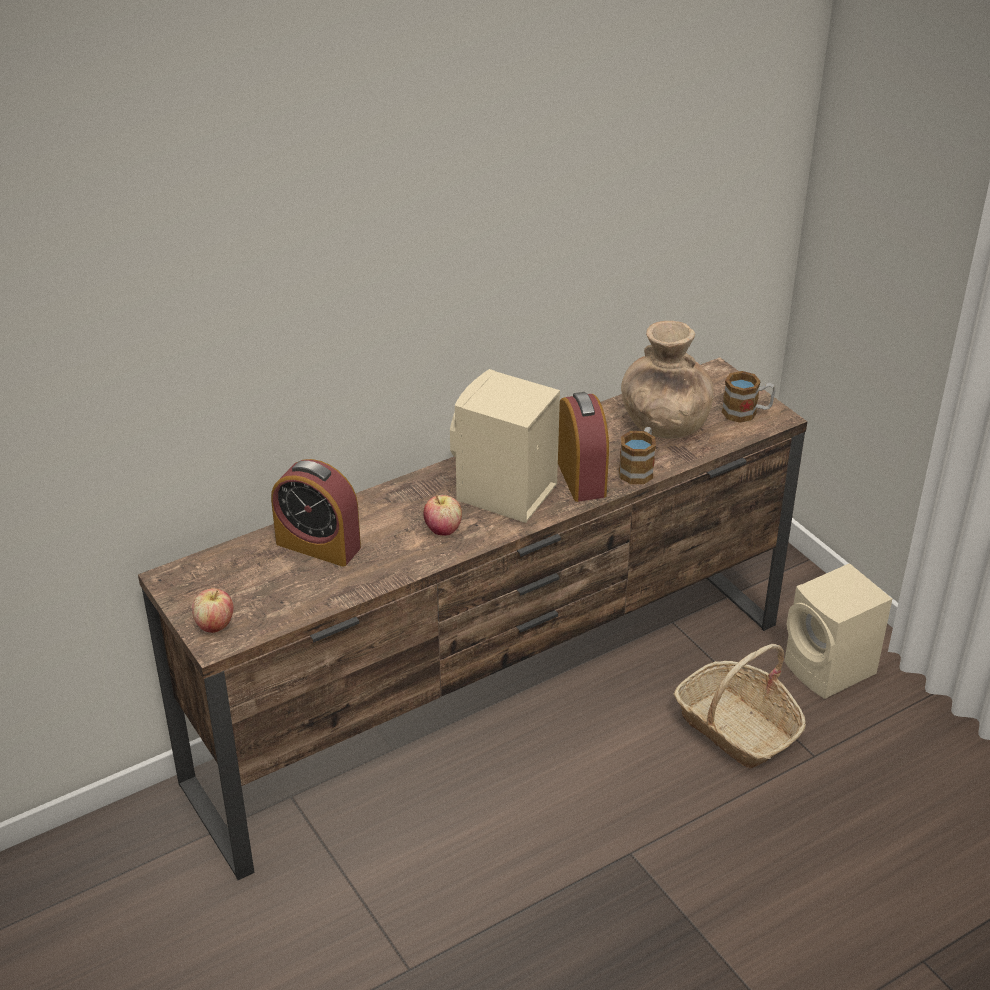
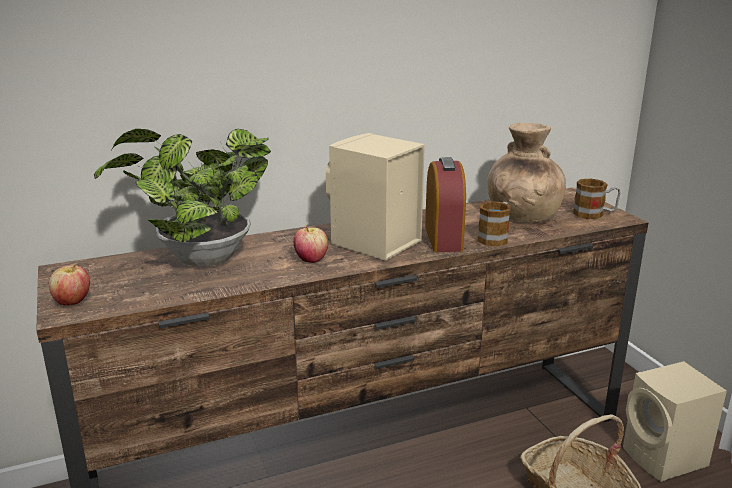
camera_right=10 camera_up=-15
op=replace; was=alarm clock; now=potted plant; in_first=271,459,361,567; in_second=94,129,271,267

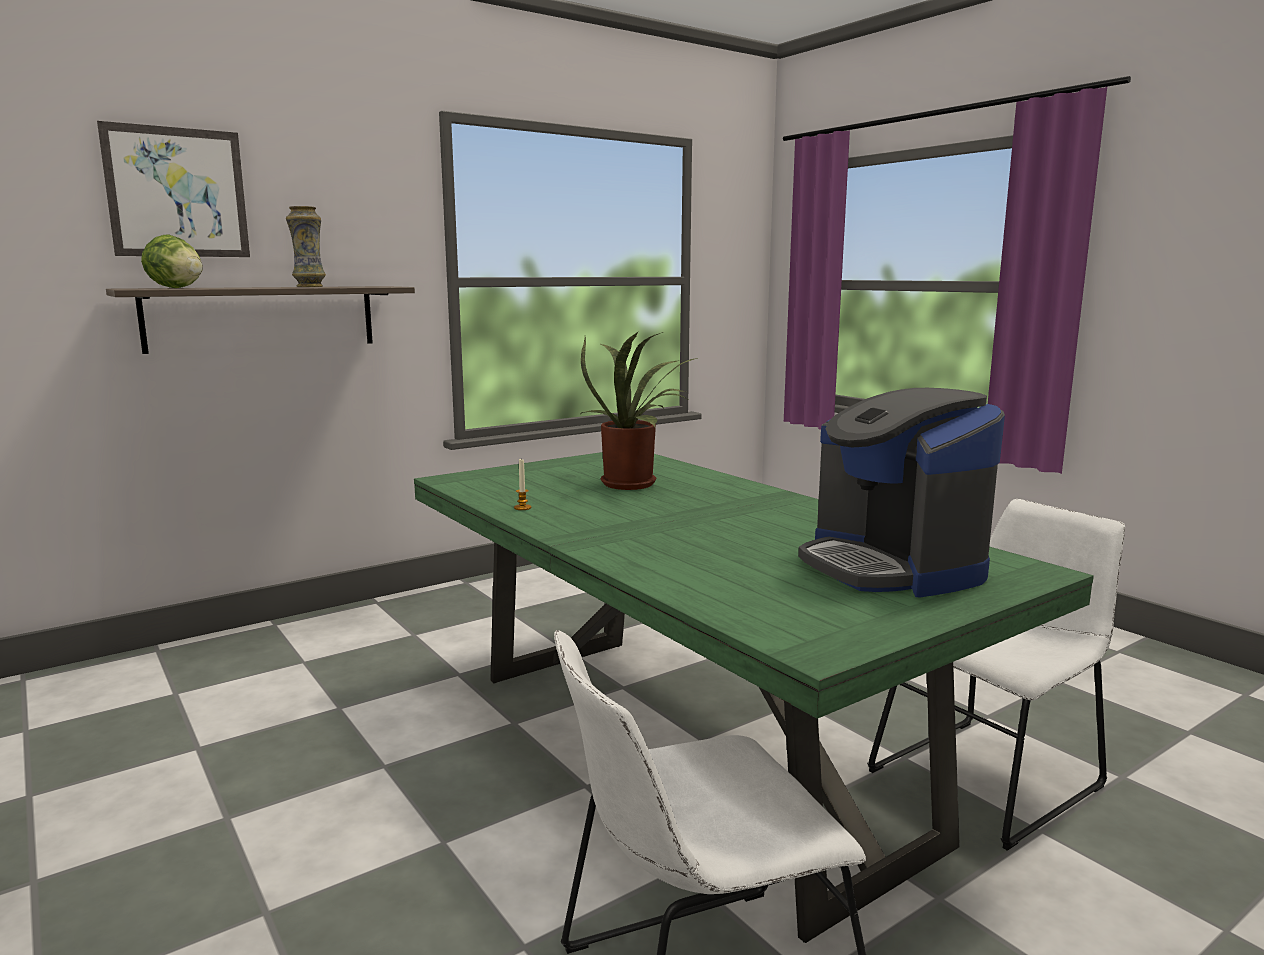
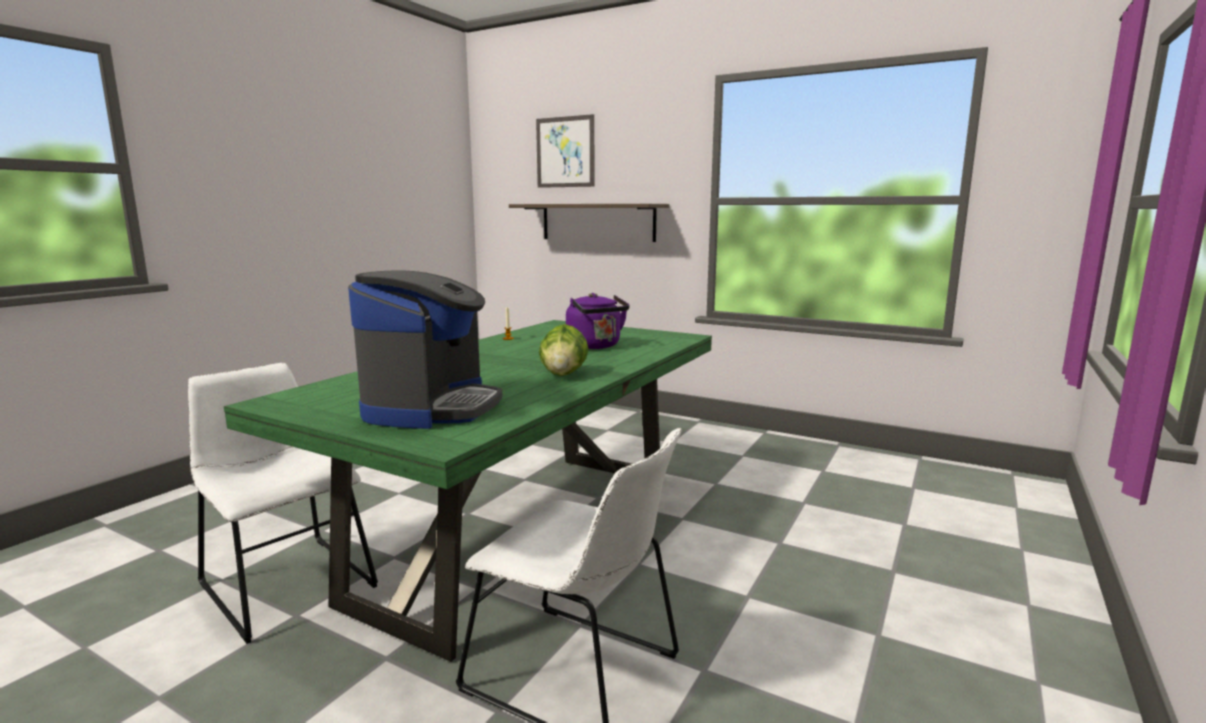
camera_right=65 camera_up=0
op=delete; was=vase; in_first=286,206,326,287
op=move; was=lettuce; in_first=141,234,203,288; in_second=539,324,588,376
op=replace; was=potted plant; now=purple kettle; in_first=581,332,698,490; in_second=566,293,630,349
op=rotate; was=coffee machine; in_first=798,388,1005,598; in_second=348,270,502,429; clockwise=150

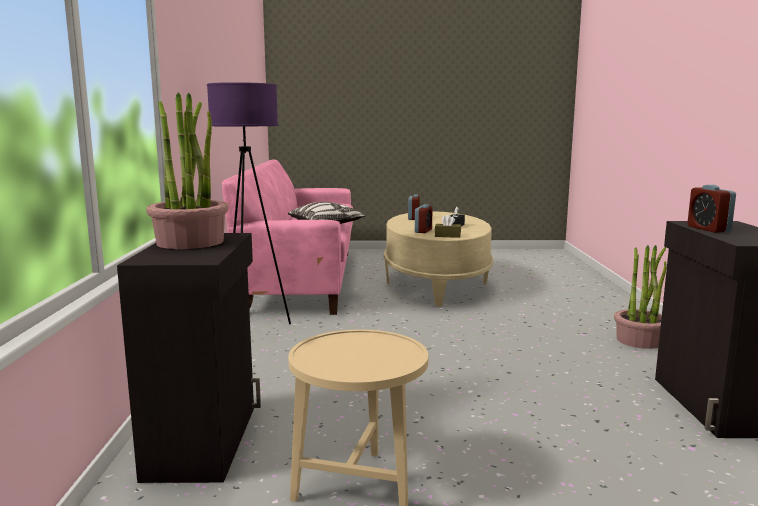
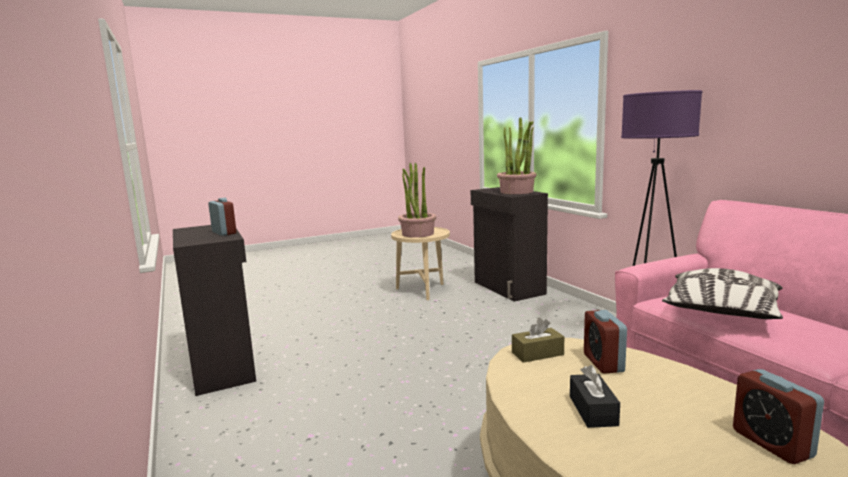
camera_right=155 camera_up=0
op=move; was=potted plant; in_first=614,245,667,349; in_second=398,162,436,238

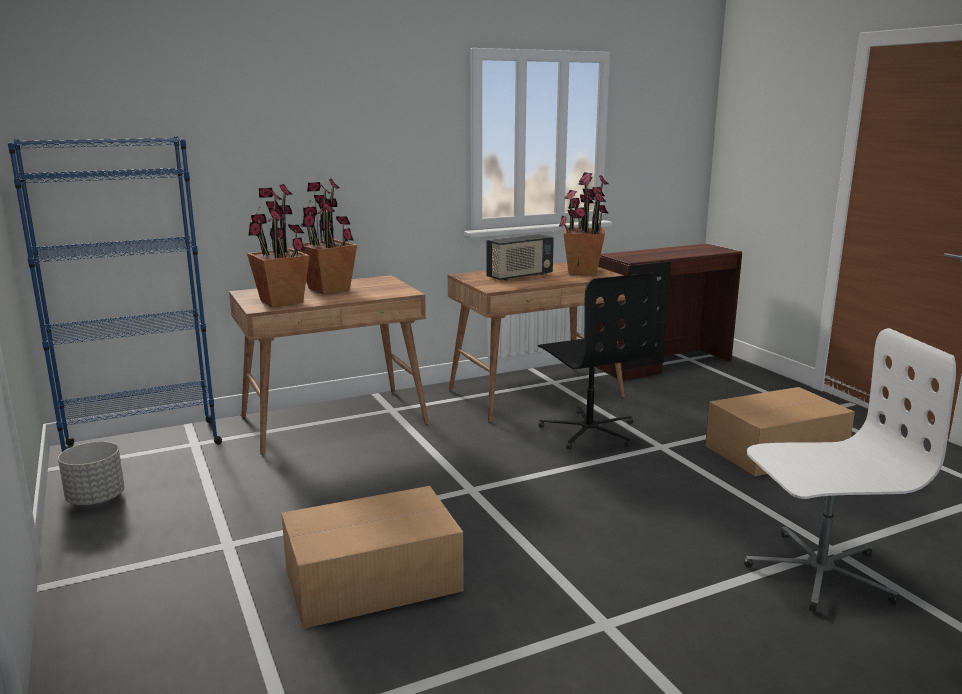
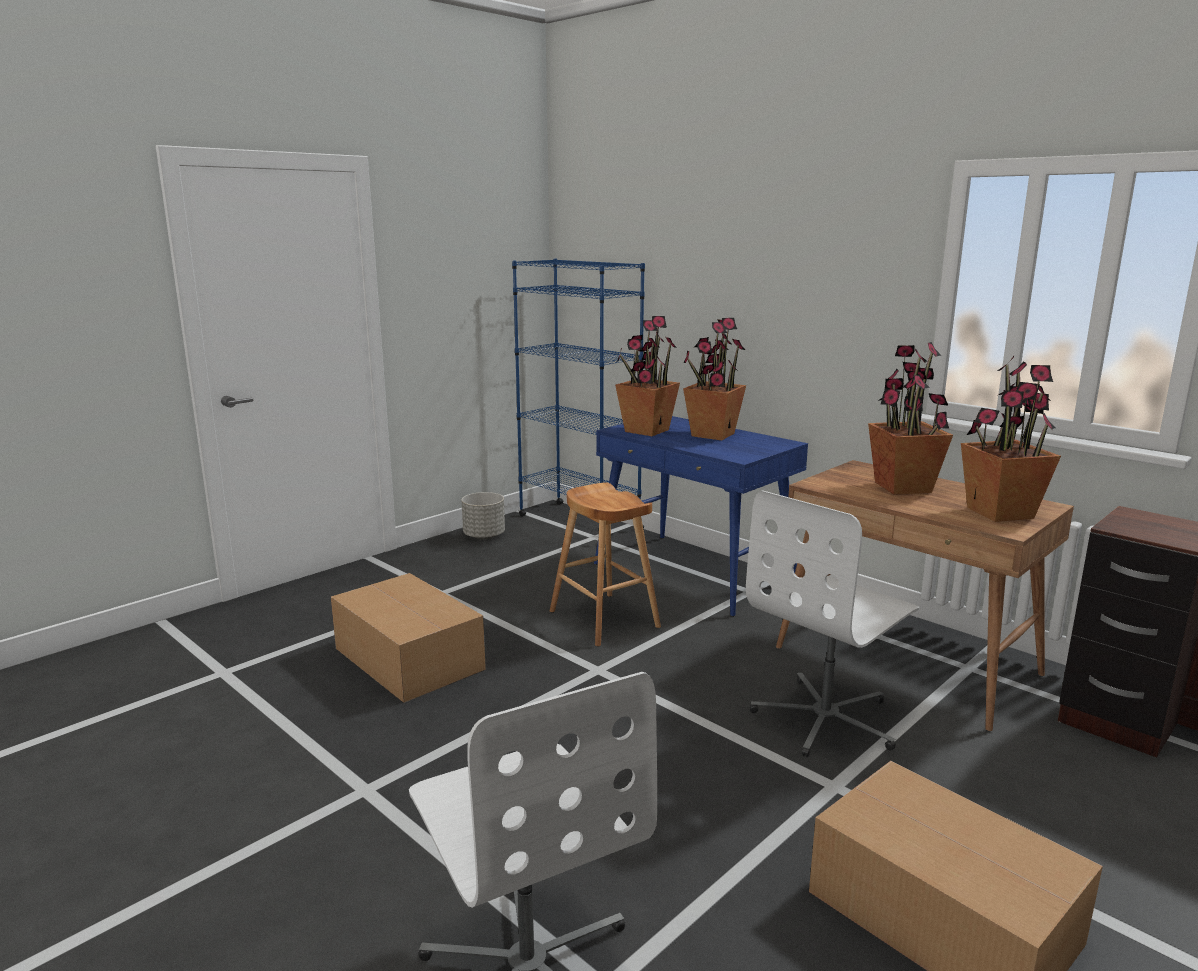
camera_right=70 camera_up=0
op=replace; was=radio; now=potted plant; in_first=486,234,554,281; in_second=868,342,953,495
op=recolor; was=black office chair; now=white office chair; in_first=538,273,658,450; in_second=746,490,919,757
op=recolor; was=brown desk; now=blue desk; in_first=229,275,429,455; in_second=594,416,808,617
op=insert; now=brown stool; in_second=550,483,661,647

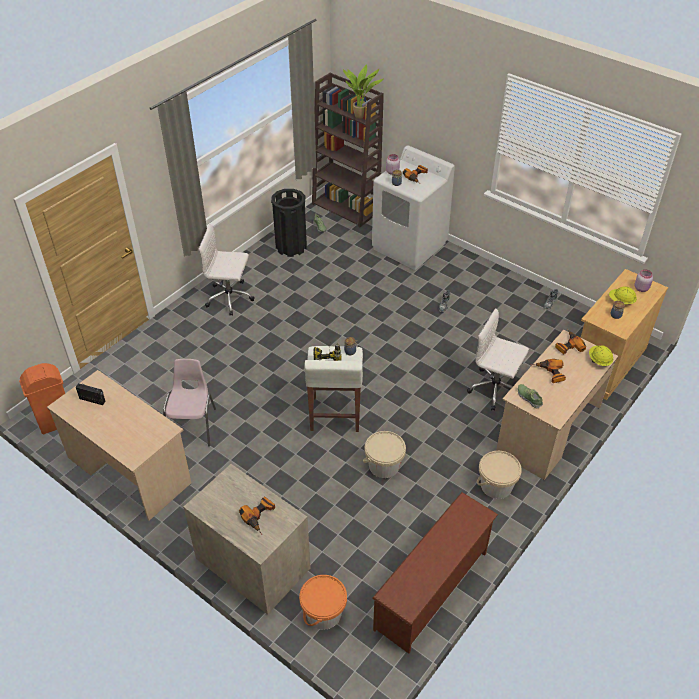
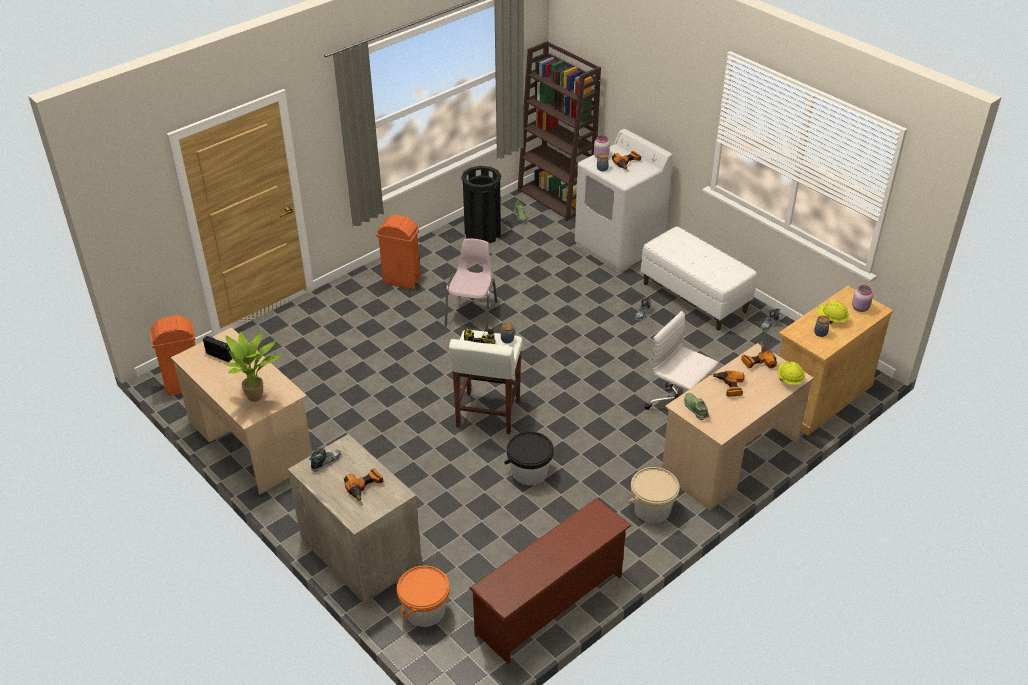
camera_right=10 camera_up=-5
op=move; was=potted plant; in_first=343,64,384,119; in_second=225,331,281,402
op=replace; was=white office chair; now=orange trash can; in_first=199,224,254,316; in_second=376,215,420,289
op=move; was=pink chair; in_first=163,359,216,446; in_second=445,238,497,332
op=recolor; was=beige bucket; now=black bucket; in_first=363,431,406,478; in_second=504,431,554,485
op=insert; now=white bench; in_second=641,226,757,330
op=insert; now=shoe; in_second=309,447,341,472

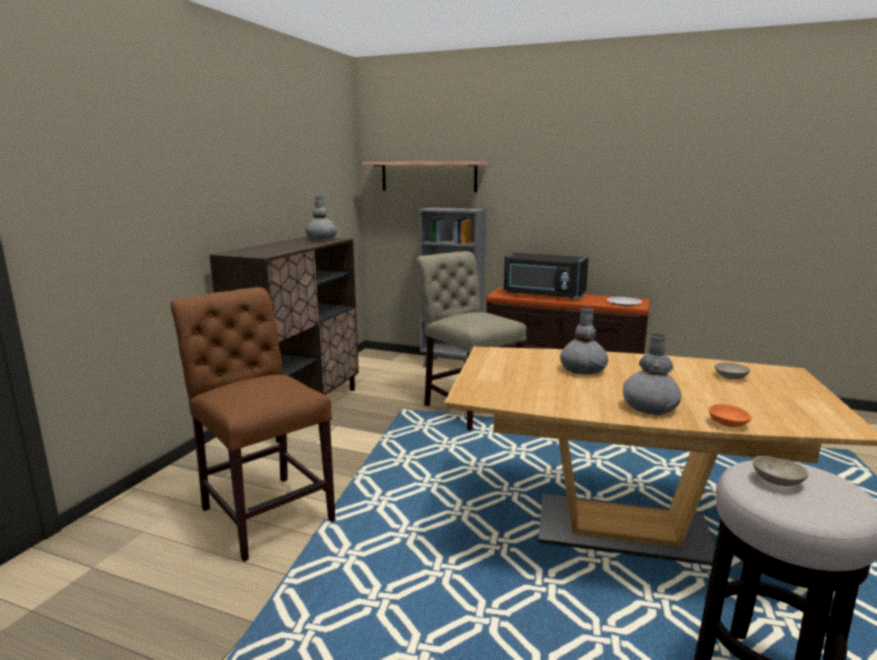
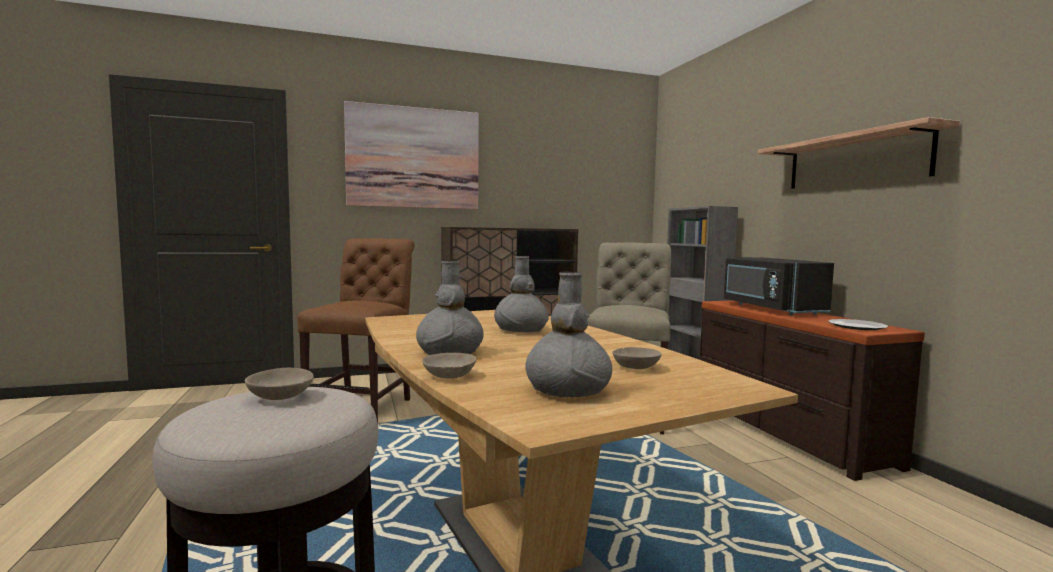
camera_right=50 camera_up=-10
op=move; was=shelf; in_first=362,162,488,192; in_second=758,117,960,189
op=move; was=grey vase; in_first=306,196,337,240; in_second=525,271,612,397
op=recolor; was=orange bowl; now=beige bowl; in_first=709,404,752,427; in_second=422,353,476,379
op=insert; now=picture; in_second=344,101,479,209

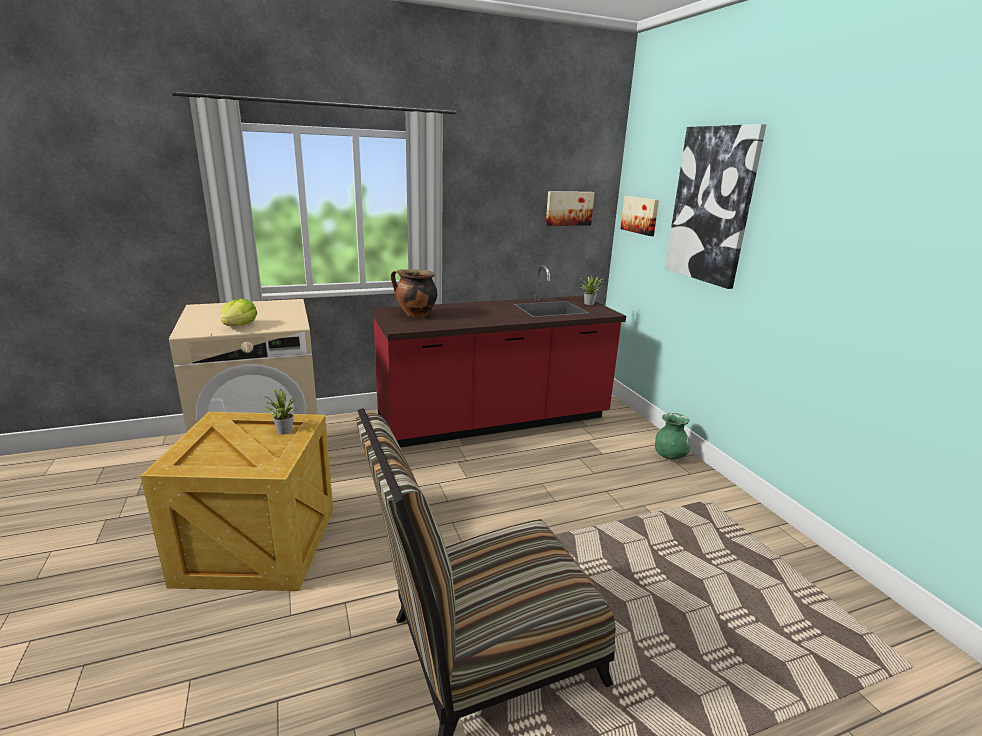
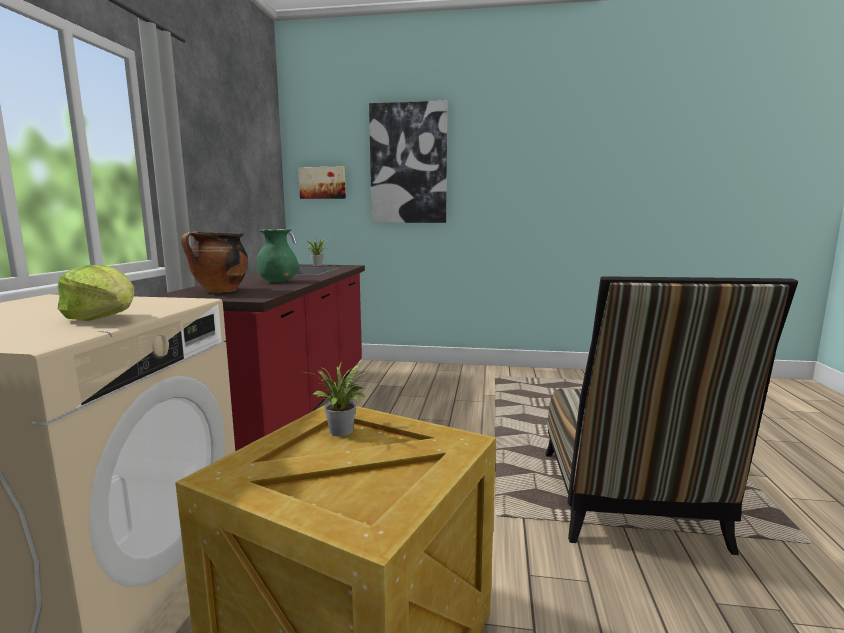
camera_right=-60 camera_up=-10
op=delete; was=picture; in_first=546,191,595,226
op=move; was=green vase; in_first=655,413,690,460; in_second=257,229,300,282

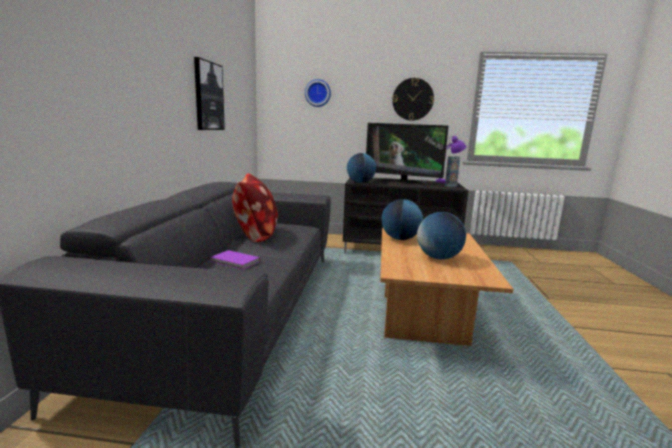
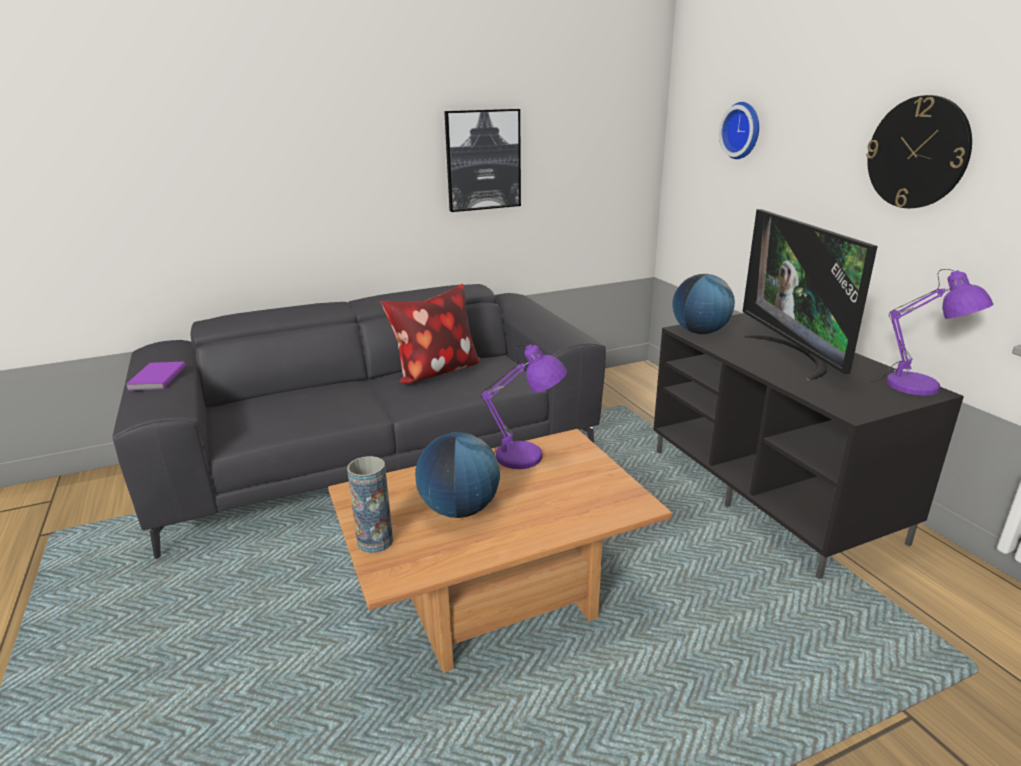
camera_right=60 camera_up=10
op=move; was=vase; in_first=445,156,460,187; in_second=347,456,393,553
op=replace; was=globe; now=purple table lamp; in_first=382,199,423,240; in_second=481,344,567,469
op=move; was=purple book; in_first=210,250,261,270; in_second=125,362,186,391

